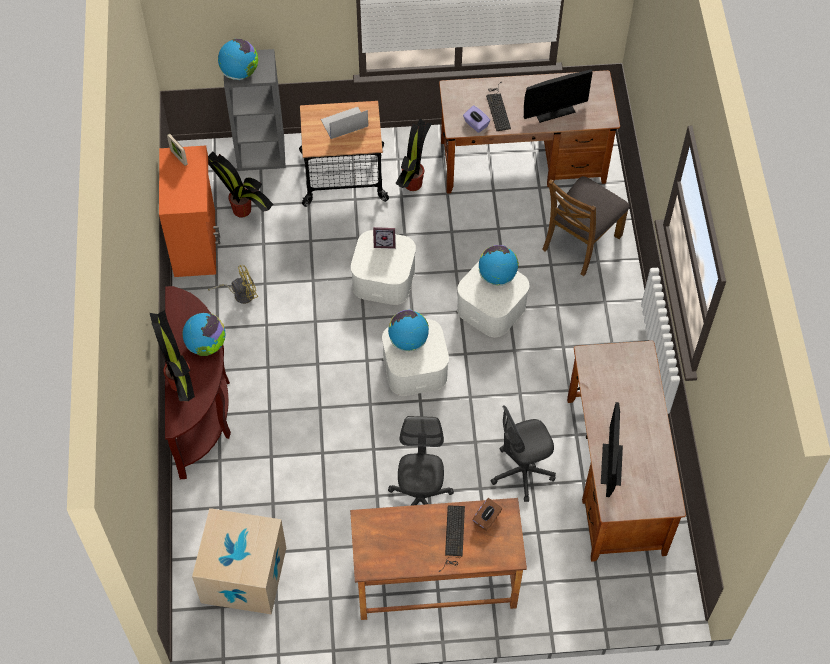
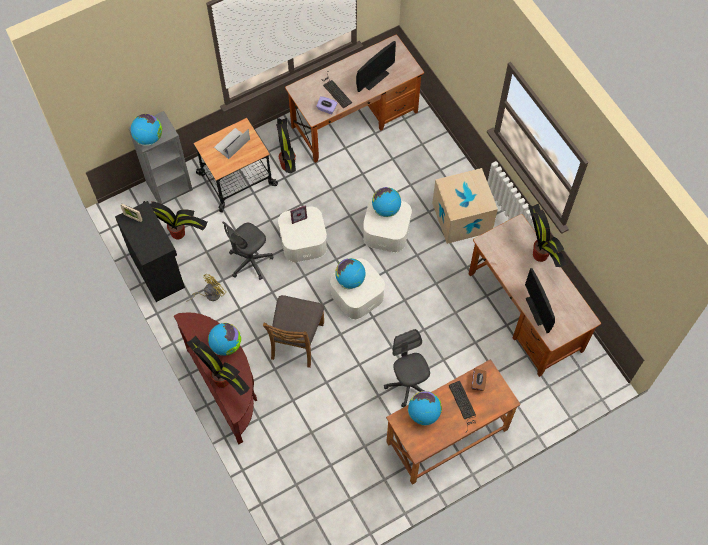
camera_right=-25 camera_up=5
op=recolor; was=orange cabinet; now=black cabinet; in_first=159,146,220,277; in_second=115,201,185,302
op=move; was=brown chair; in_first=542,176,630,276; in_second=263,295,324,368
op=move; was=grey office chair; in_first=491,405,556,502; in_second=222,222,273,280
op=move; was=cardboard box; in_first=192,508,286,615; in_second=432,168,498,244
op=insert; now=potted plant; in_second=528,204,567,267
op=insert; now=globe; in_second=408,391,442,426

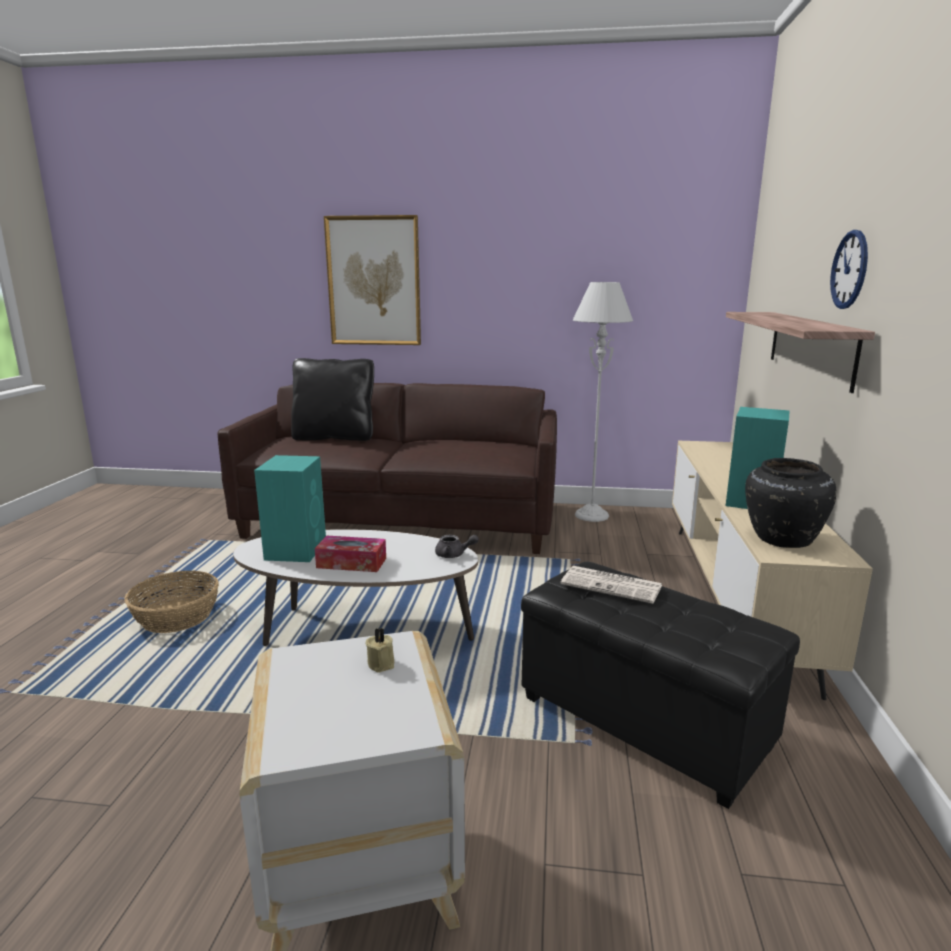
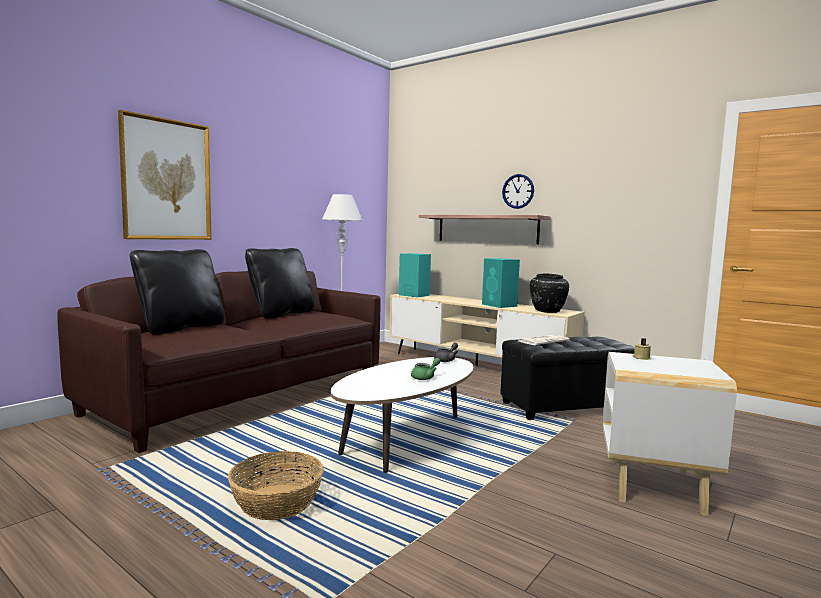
camera_right=-60 camera_up=-10
op=move; was=turquoise speaker; in_first=254,455,326,562; in_second=399,253,431,297
op=replace; was=tissue box; now=green teapot; in_first=315,536,386,572; in_second=411,358,441,380
op=insert; now=black pillow; in_second=245,248,315,319

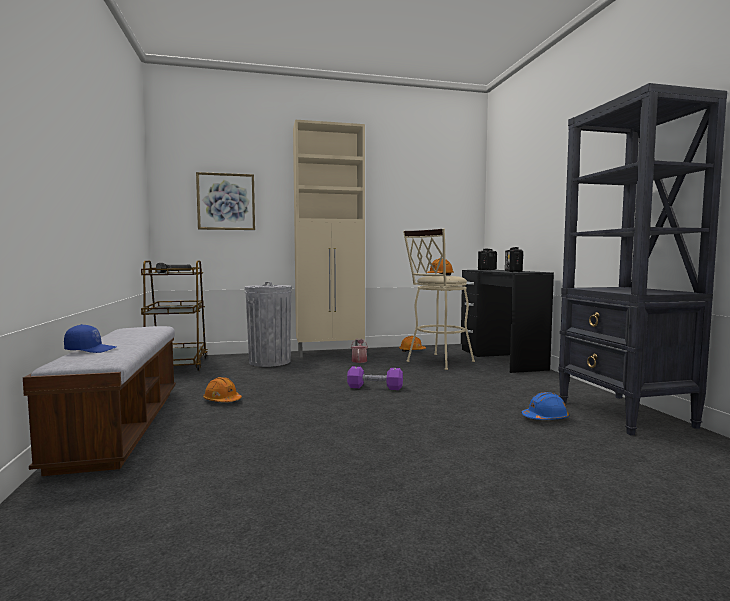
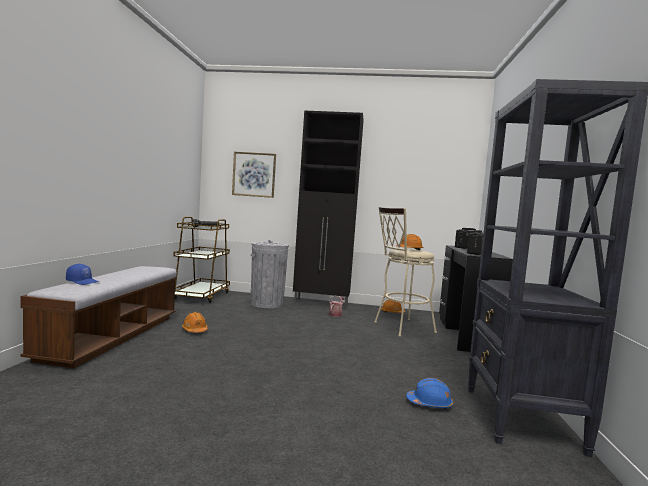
camera_right=20 camera_up=0
op=recolor; was=beige cabinet; now=black cabinet; in_first=293,120,365,357; in_second=293,110,364,309
op=delete; was=purple dumbbell; in_first=347,366,403,390

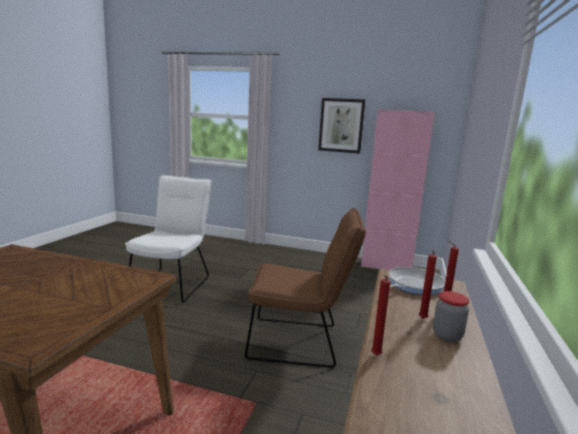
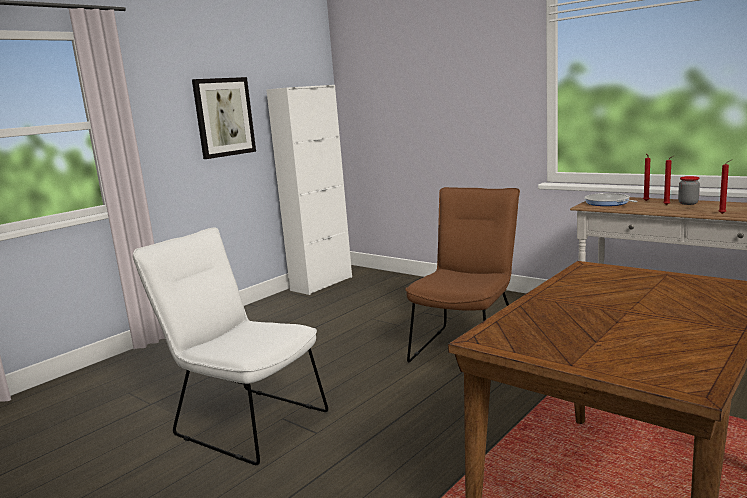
camera_right=-65 camera_up=0
op=recolor; was=pink cabinet; now=white cabinet; in_first=361,109,435,270; in_second=266,85,352,295

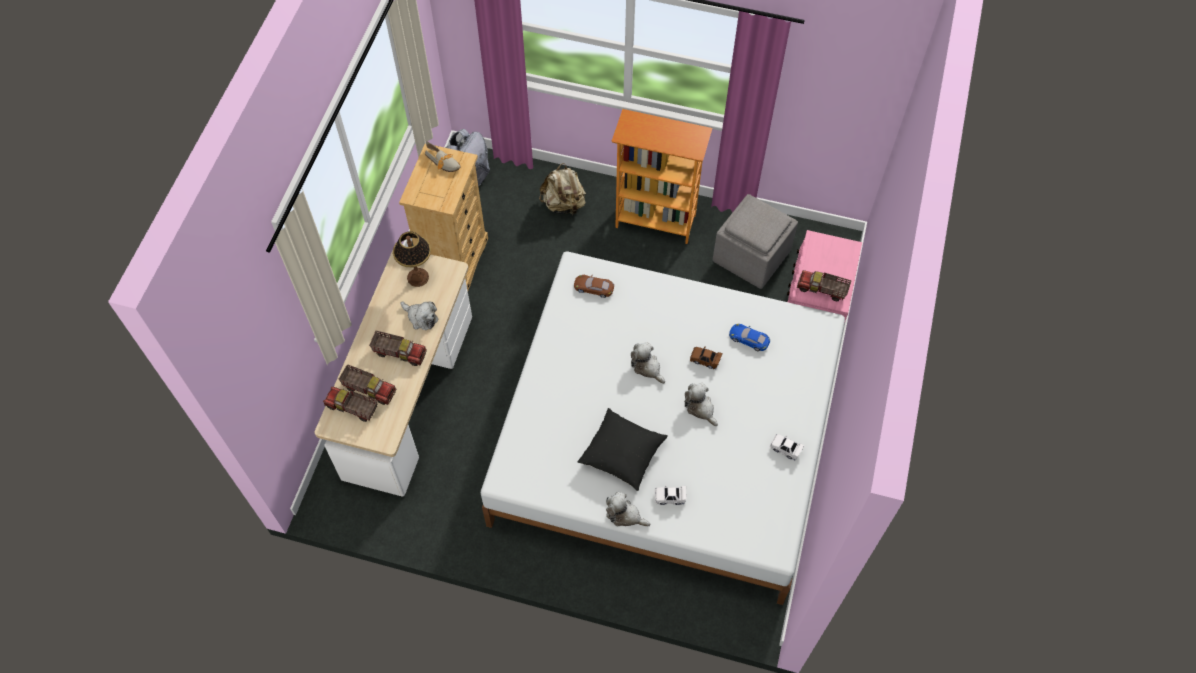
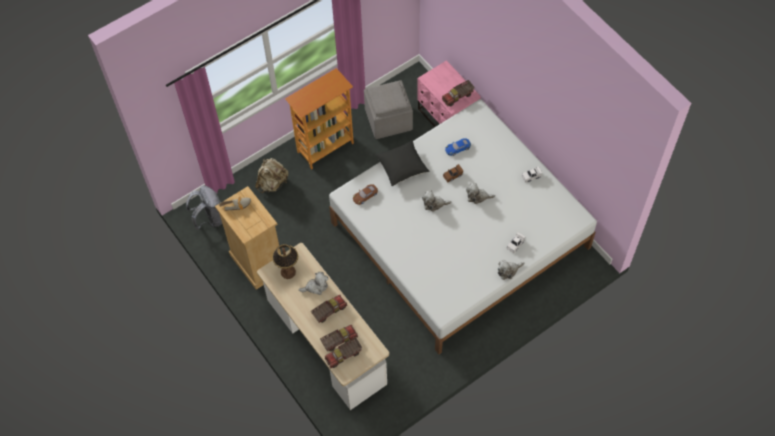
camera_right=-50 camera_up=0
op=move; was=black pillow; in_first=578,408,668,491; in_second=375,140,429,186

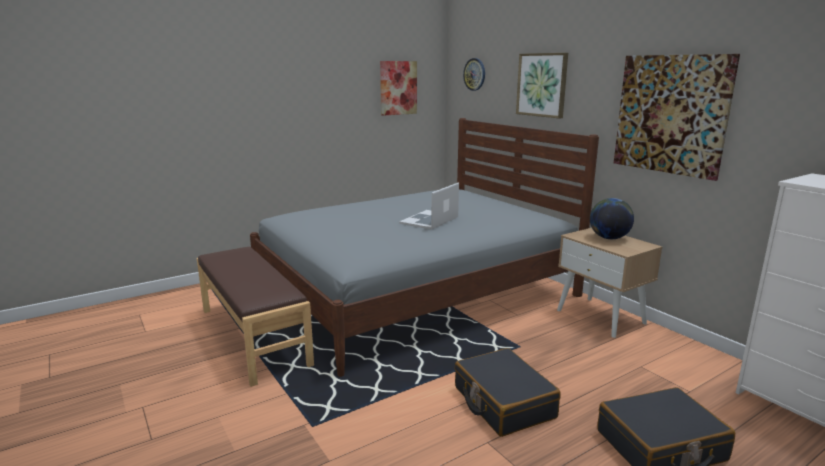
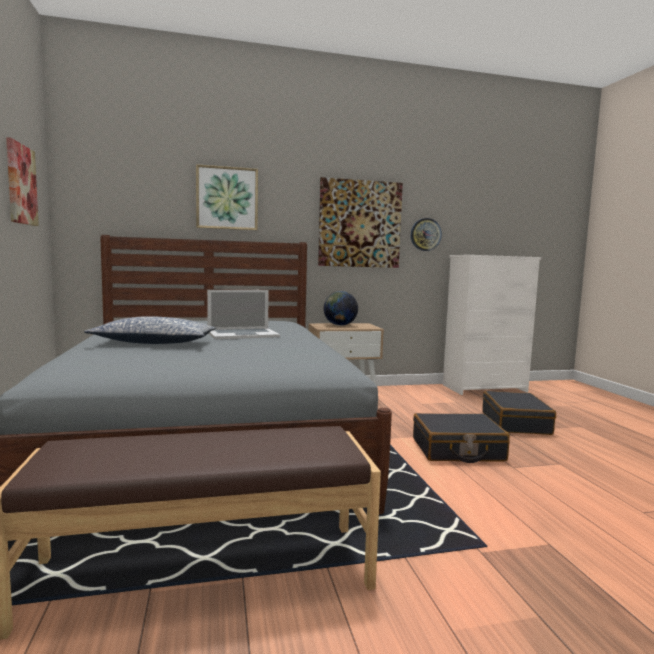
camera_right=-70 camera_up=-10
op=move; was=wall clock; in_first=463,58,485,91; in_second=411,218,442,251
op=rotate; was=laptop; in_first=399,183,459,230; in_second=207,290,280,339; clockwise=-75
op=insert; now=pillow; in_second=84,316,216,344

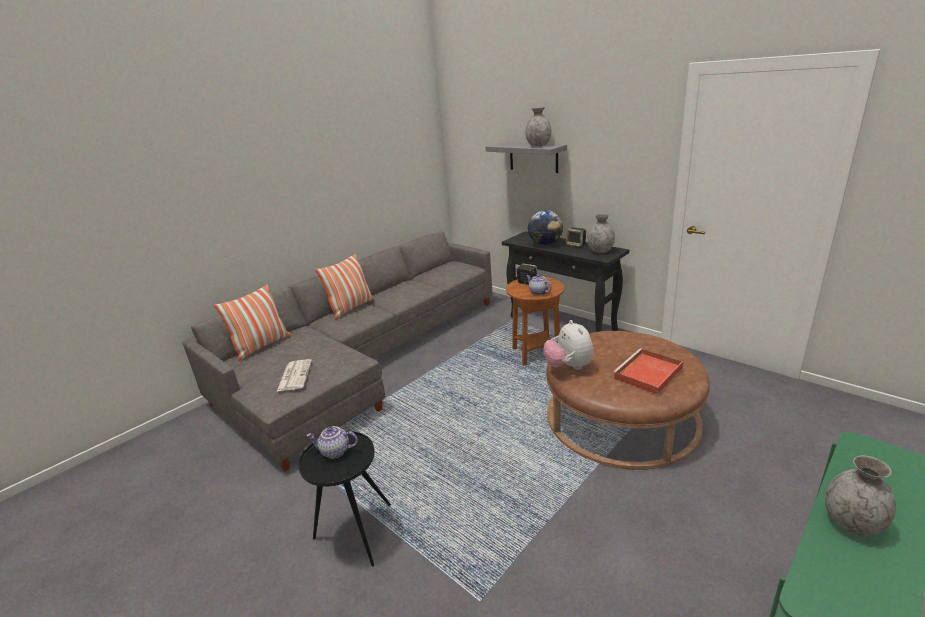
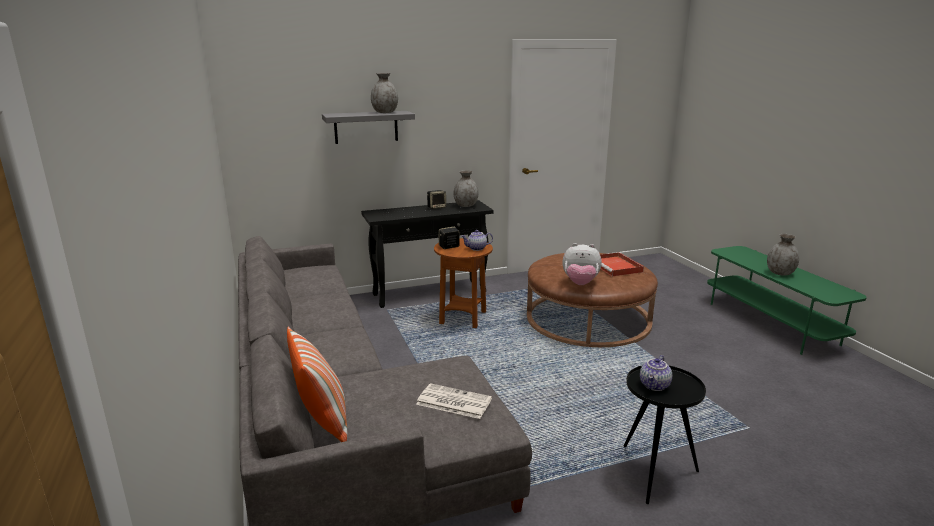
camera_right=-65 camera_up=-5
op=delete; was=globe; in_first=528,210,563,245
op=delete; was=pillow; in_first=315,253,374,320

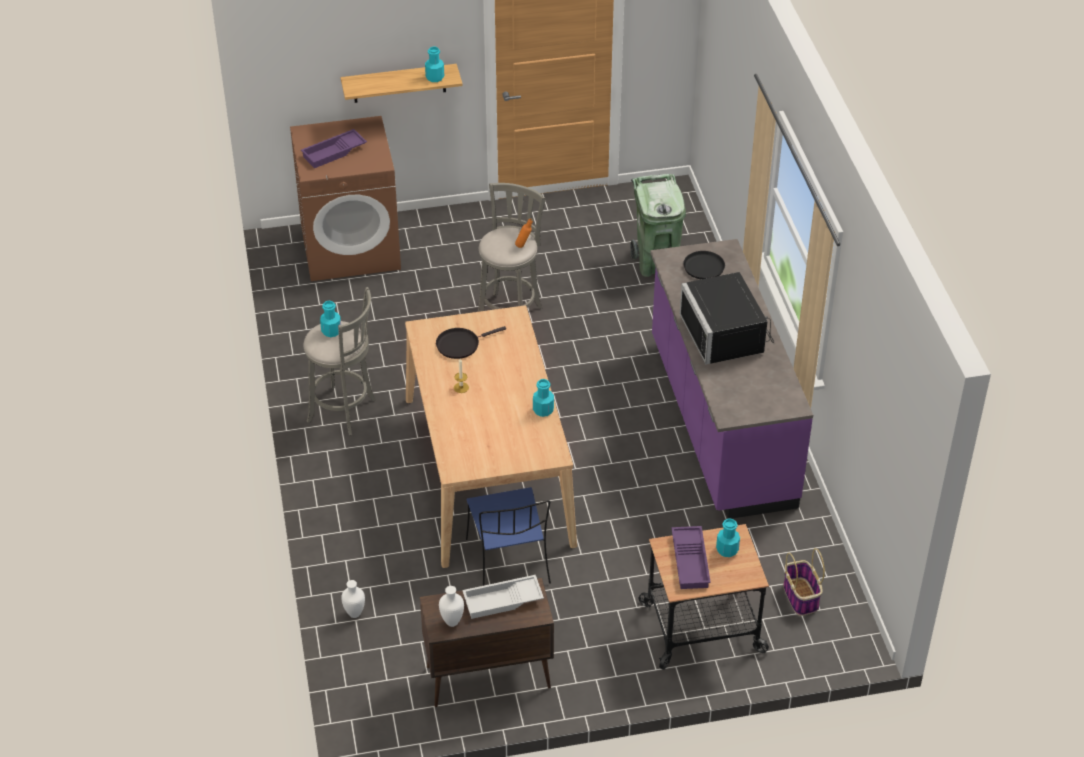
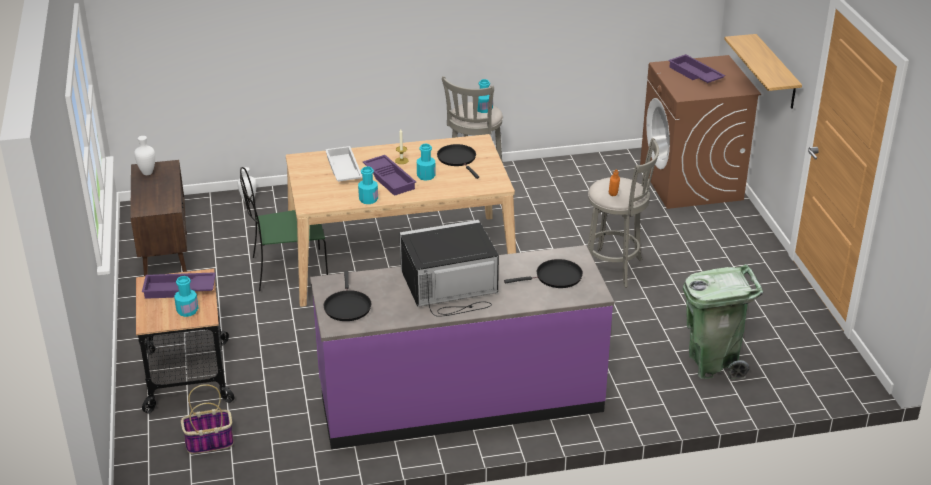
camera_right=90 camera_up=-10
op=move; was=turquoise bottle; in_first=425,47,444,82; in_second=417,144,436,181
op=recolor; was=blue chair; now=green chair; in_first=466,487,551,586; in_second=240,167,328,291
op=move; was=white tray; in_first=462,575,544,619; in_second=325,146,362,182
op=insert; now=purple tray; in_second=363,155,416,196
op=insert; now=black frying pan; in_second=324,271,371,321

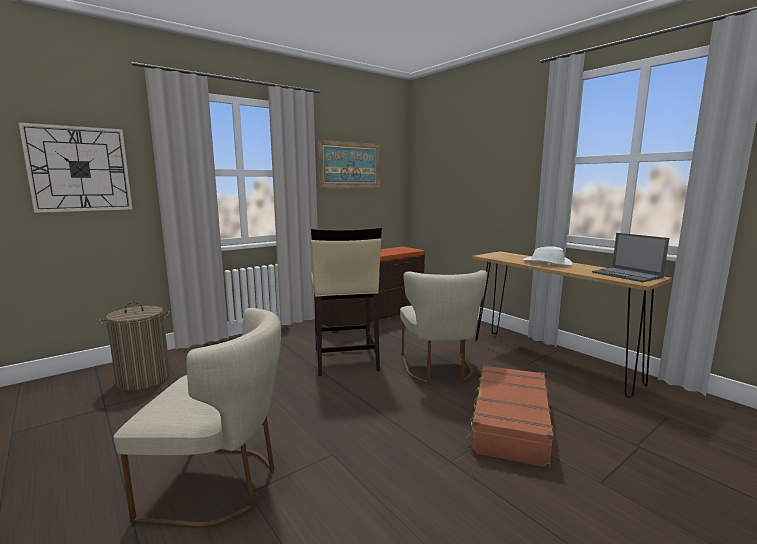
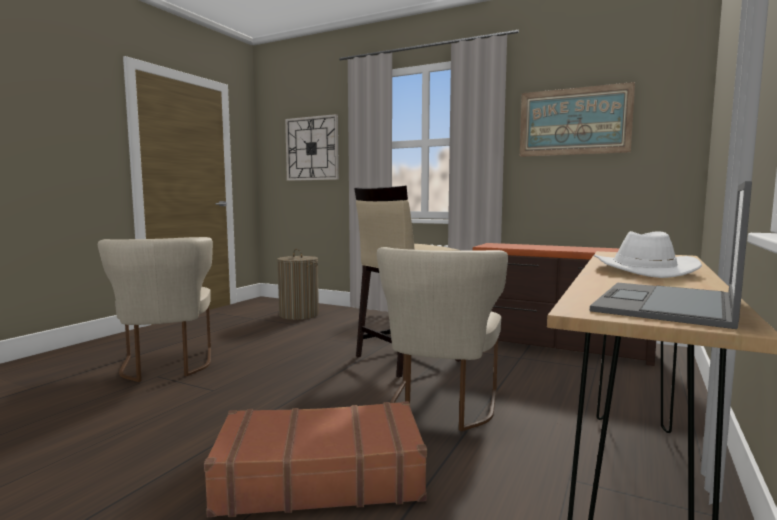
camera_right=65 camera_up=-5
op=rotate; was=beige chair; in_first=400,270,487,385; in_second=377,247,508,431; clockwise=-45

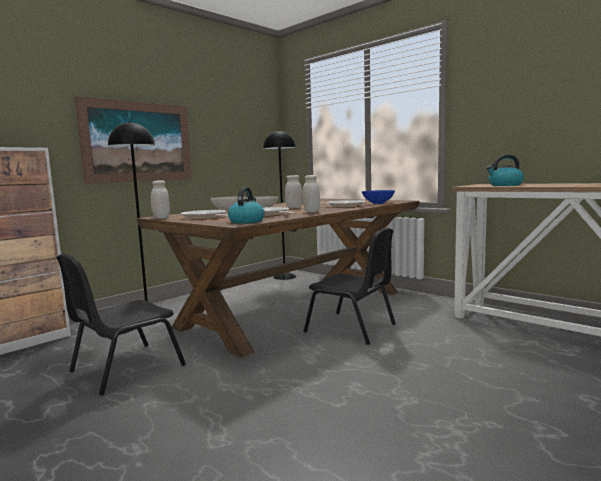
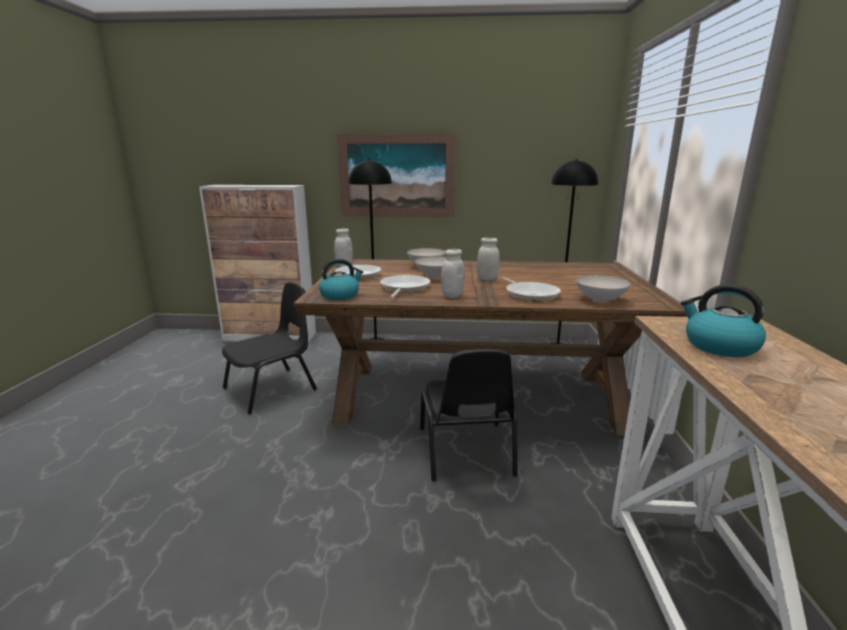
camera_right=50 camera_up=10
op=recolor; was=blue bowl; now=white bowl; in_first=362,190,395,204; in_second=576,275,631,303
op=rotate; was=black chair; in_first=56,254,186,396; in_second=222,282,317,414; clockwise=135

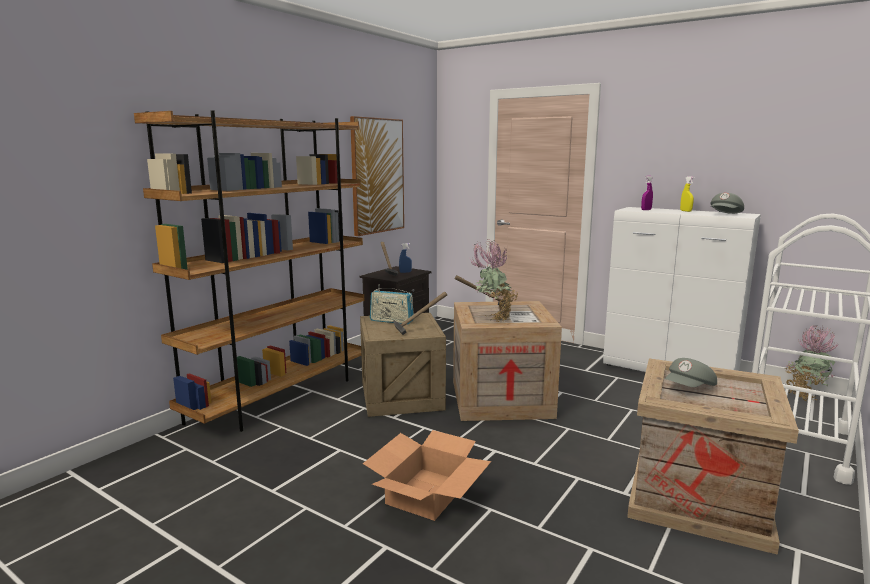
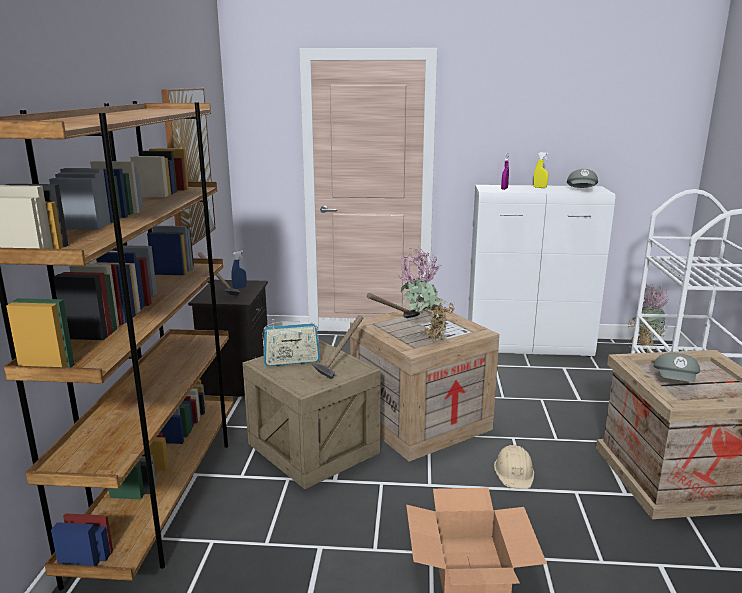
camera_right=-30 camera_up=5
op=insert; now=beige hard hat; in_second=494,445,534,489

